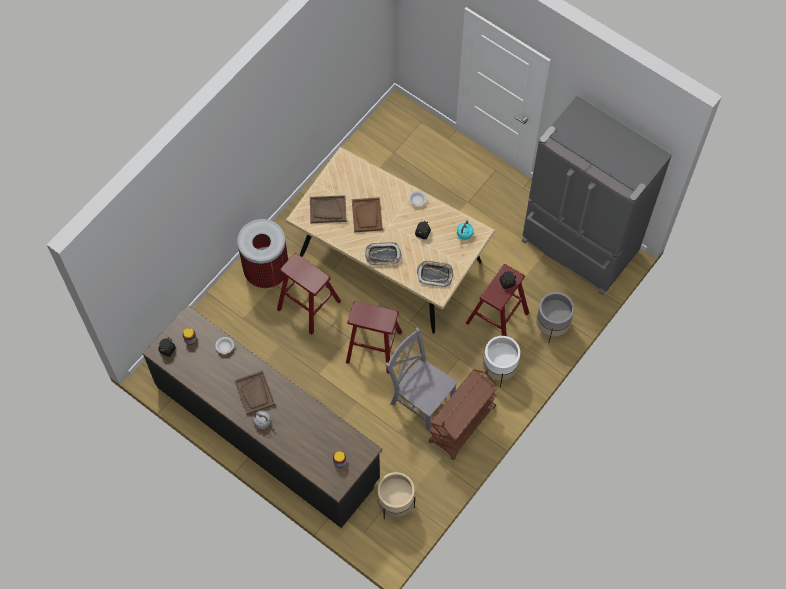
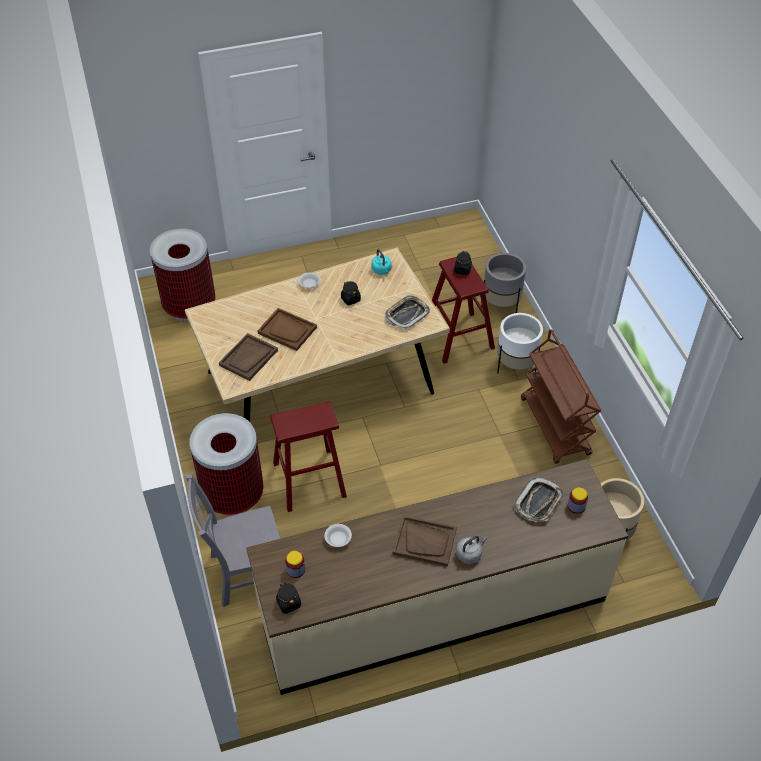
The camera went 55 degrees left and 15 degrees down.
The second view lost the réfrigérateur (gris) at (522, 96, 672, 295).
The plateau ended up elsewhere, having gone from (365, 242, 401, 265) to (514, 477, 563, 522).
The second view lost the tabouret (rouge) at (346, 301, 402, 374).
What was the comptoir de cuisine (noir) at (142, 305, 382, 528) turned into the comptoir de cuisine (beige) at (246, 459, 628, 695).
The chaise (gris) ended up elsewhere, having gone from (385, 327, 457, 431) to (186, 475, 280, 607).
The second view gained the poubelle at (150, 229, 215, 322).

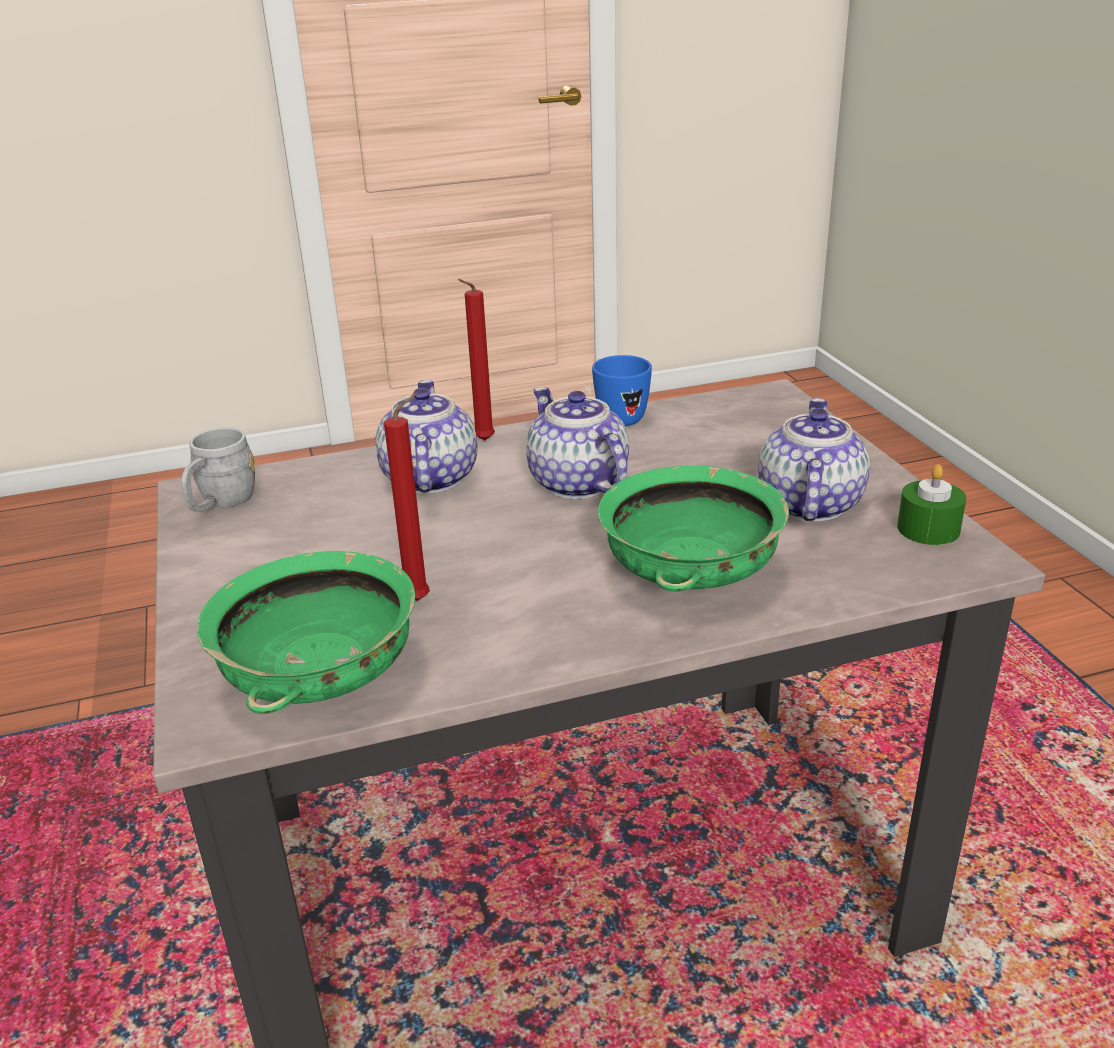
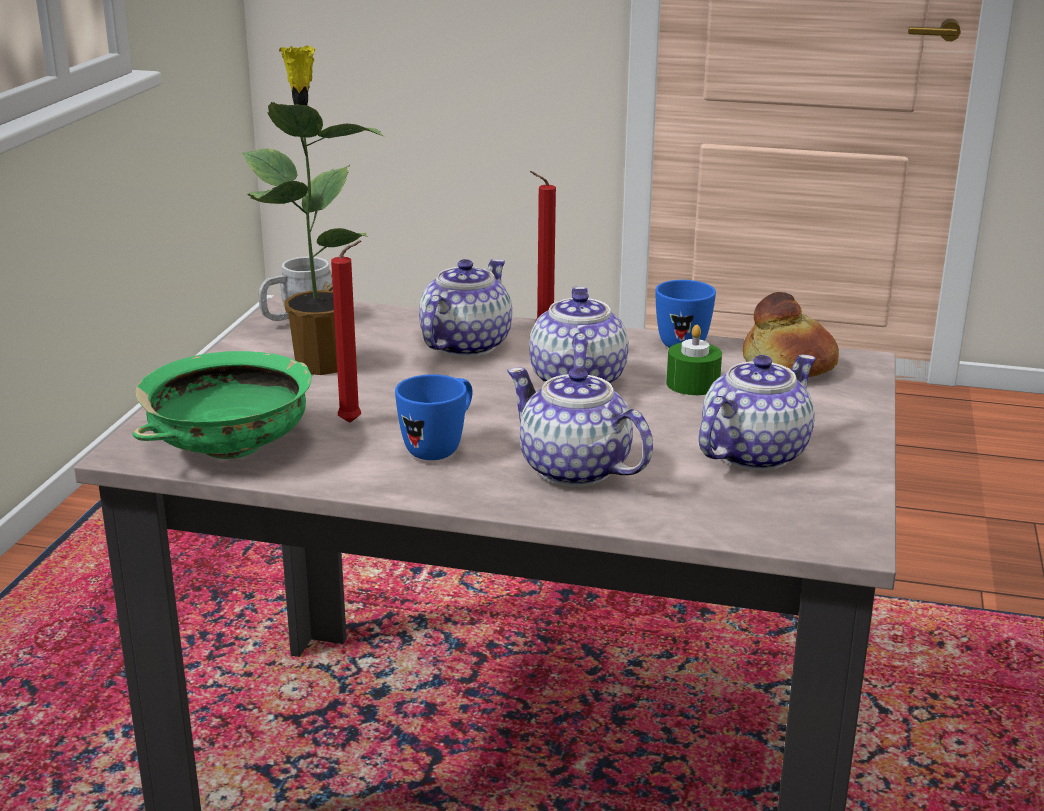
The camera went 30 degrees right and 5 degrees down.
The bougie (vert) ended up elsewhere, having gone from (897, 464, 966, 545) to (666, 325, 722, 395).
Where the bol (vert) stood at (598, 465, 789, 592), the théière came to stand at (507, 368, 653, 487).
The second view gained the plante en pot at (242, 46, 386, 375).
The second view gained the pain at (742, 292, 839, 377).
The second view gained the mug (bleu) at (395, 374, 473, 460).

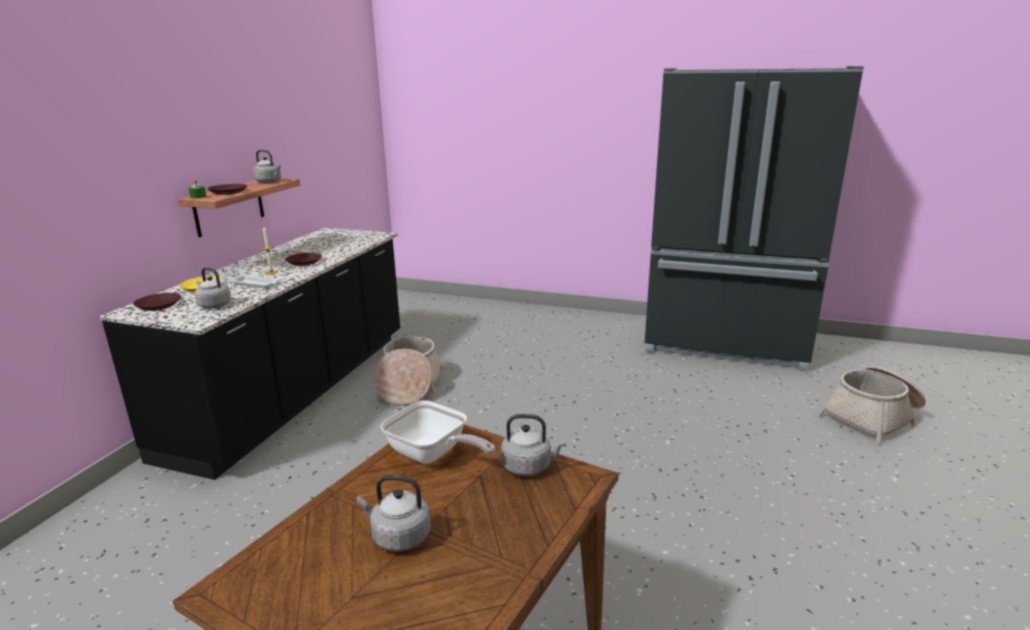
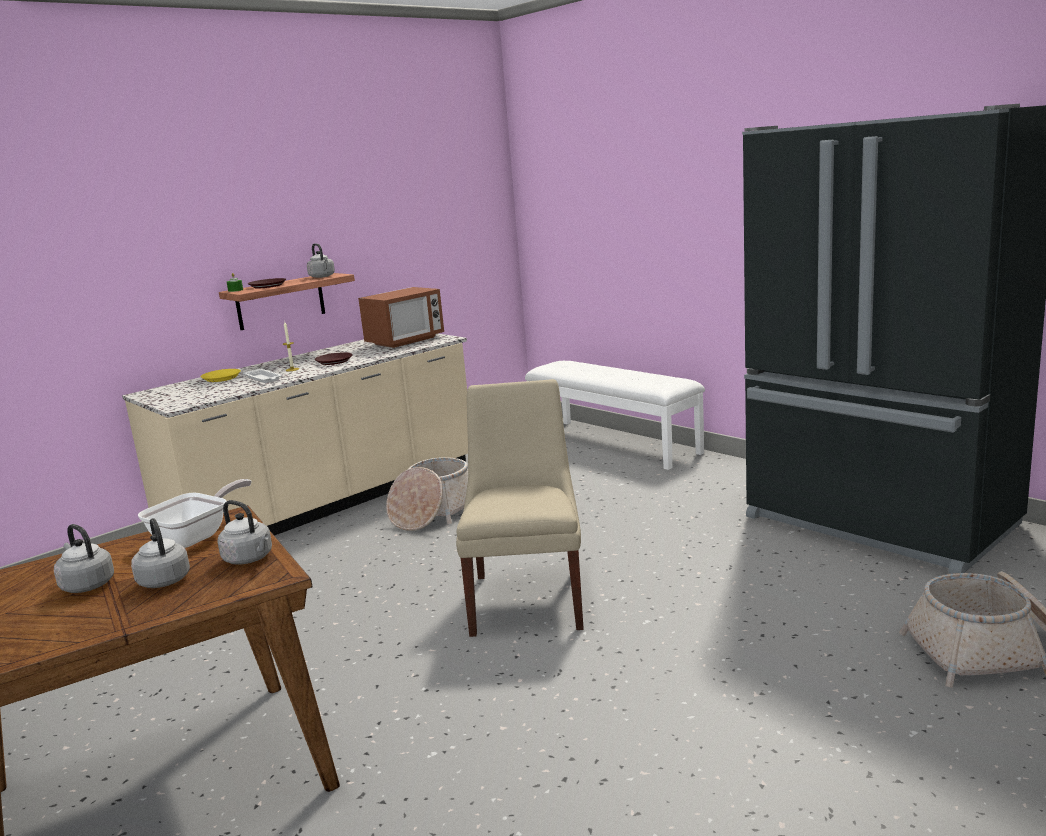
The camera went 30 degrees right and 5 degrees down.
What was the comptoir de cuisine (noir) at (99, 228, 400, 480) turned into the comptoir de cuisine (beige) at (122, 334, 468, 536).
The bouilloire (gris) ended up elsewhere, having gone from (195, 267, 231, 308) to (131, 518, 190, 588).
The second view lost the assiette (marron) at (133, 293, 181, 311).
The poêle at (380, 401, 495, 464) ended up facing another way, 120 degrees counterclockwise from before.
The second view gained the micro-ondes at (358, 287, 444, 348).
The second view gained the banc (blanc) at (525, 361, 705, 470).
The second view gained the chaise (beige) at (456, 379, 584, 637).

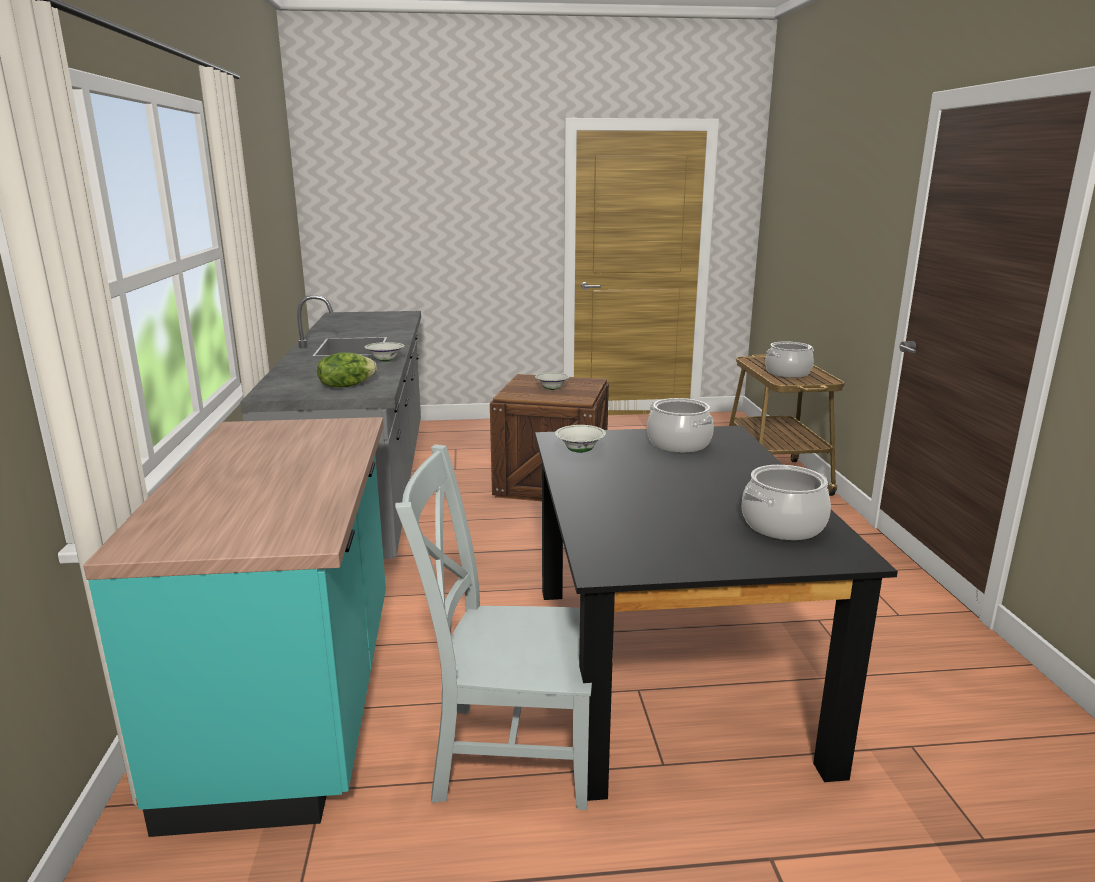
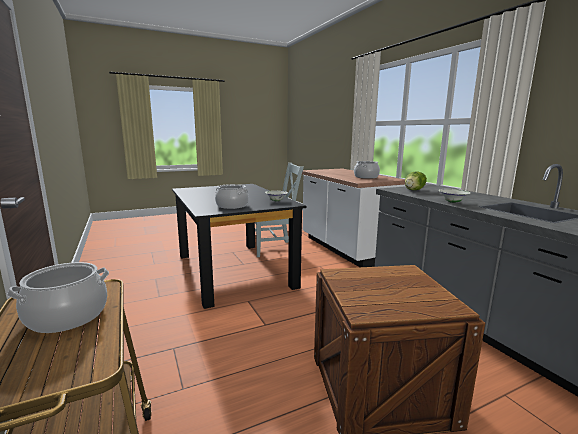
The camera went 160 degrees right and 5 degrees down.
The second view lost the bol (blanc) at (535, 372, 570, 390).
What was the comptoir de cuisine (turquoise) at (83, 417, 386, 837) turned into the comptoir de cuisine (blanc) at (302, 169, 405, 267).
The marmite ended up elsewhere, having gone from (742, 465, 831, 540) to (354, 161, 380, 179).

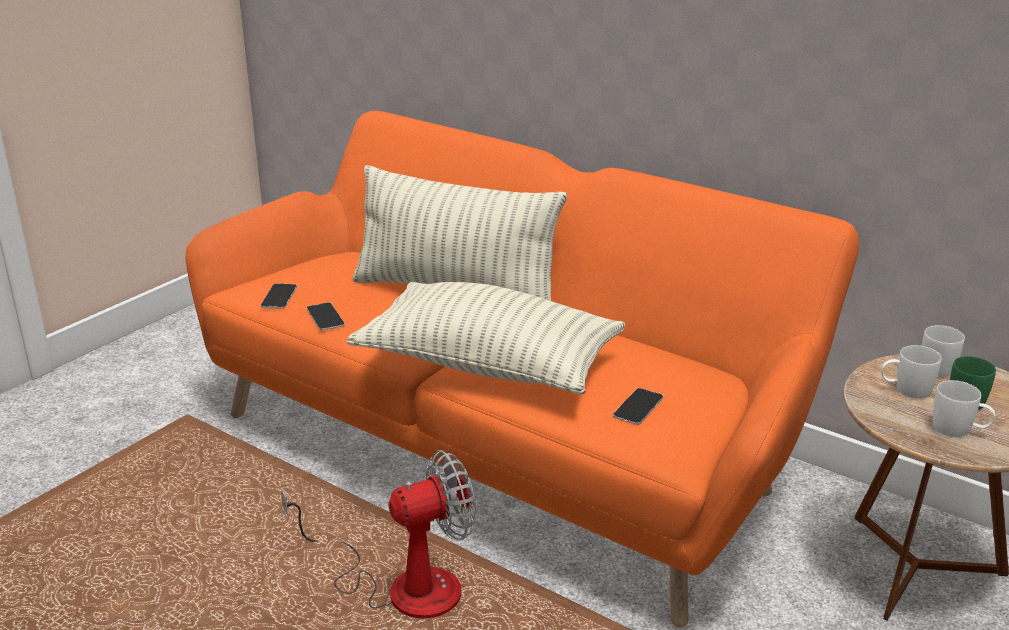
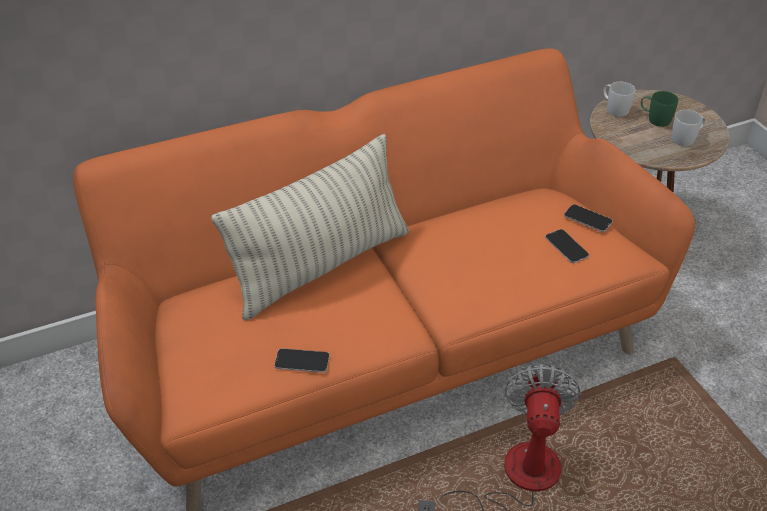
The camera went 60 degrees left and 15 degrees up.
The second view lost the coussin at (347, 282, 625, 395).
The téléphone ended up elsewhere, having gone from (261, 283, 297, 309) to (564, 204, 613, 232).
The second view lost the mug (blanc) at (881, 345, 942, 399).

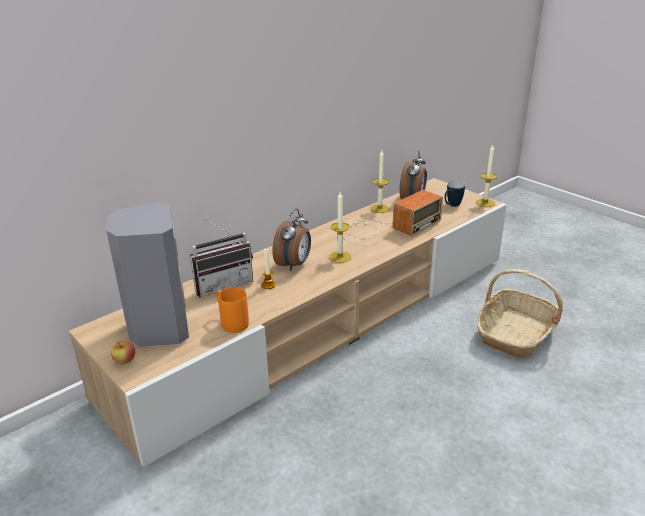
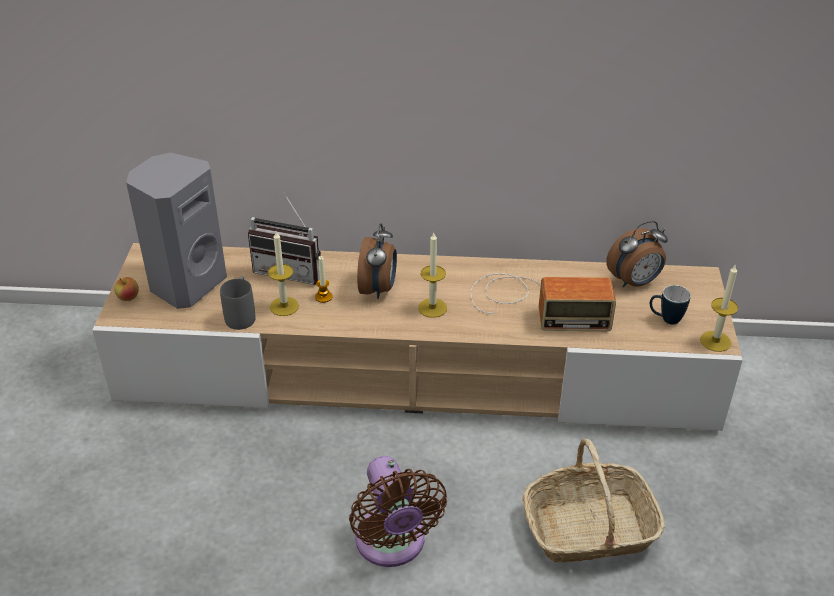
The camera went 45 degrees right and 10 degrees up.
The bougie ended up elsewhere, having gone from (370, 150, 390, 213) to (268, 231, 299, 316).
The réveil at (272, 209, 311, 271) ended up facing another way, 60 degrees counterclockwise from before.
What was the mug (orange) at (216, 287, 249, 333) turned into the mug (gris) at (220, 276, 256, 330).
The second view gained the ventilateur (marron) at (349, 456, 447, 567).

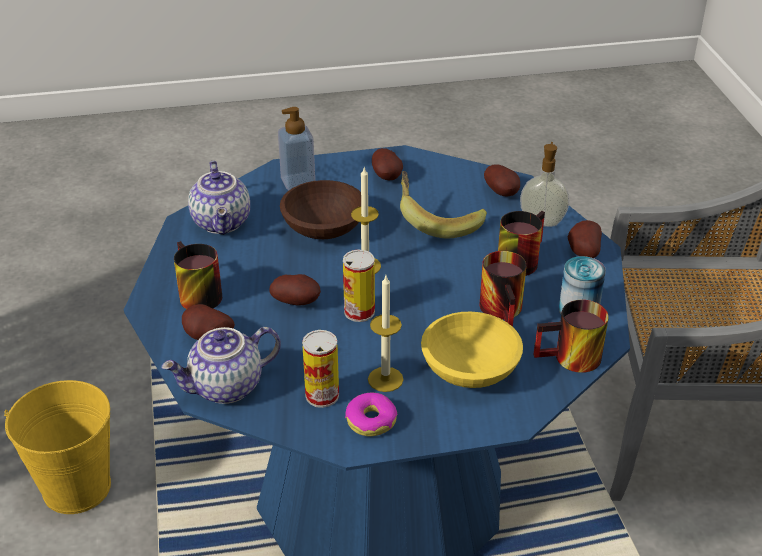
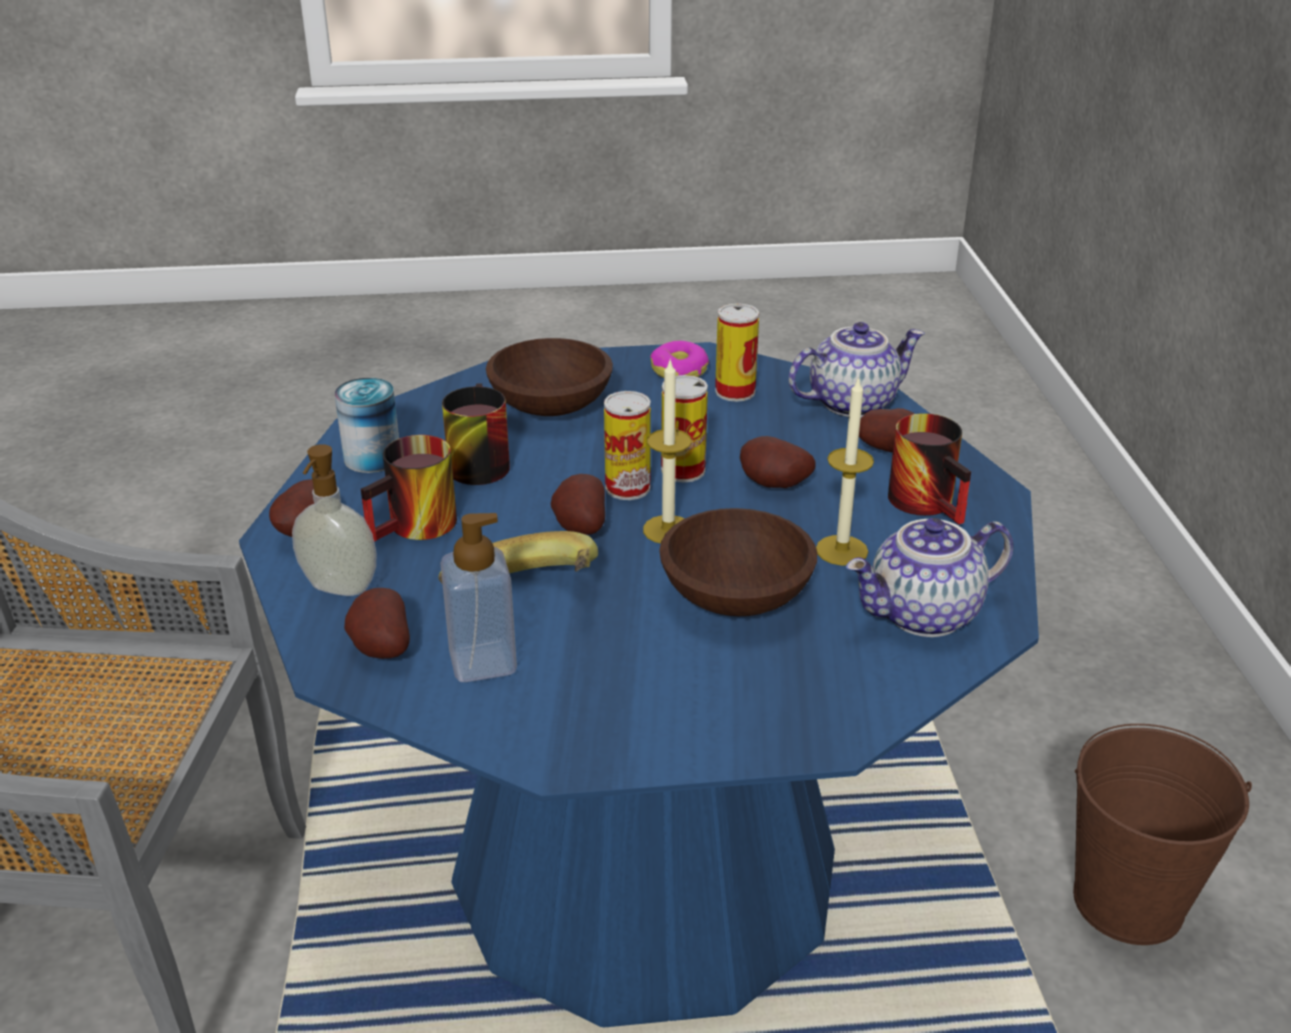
The camera went 175 degrees left and 5 degrees down.
The distributeur de savon ended up elsewhere, having gone from (278, 107, 315, 190) to (440, 513, 517, 682).
The pomme de terre ended up elsewhere, having gone from (372, 148, 403, 180) to (551, 474, 605, 535).
The théière at (188, 161, 250, 235) ended up facing another way, 105 degrees counterclockwise from before.
The bougie ended up elsewhere, having gone from (368, 276, 403, 392) to (816, 376, 874, 566).
The second view lost the mug at (534, 300, 609, 373).
What was the bol (jaune) at (421, 312, 523, 388) turned into the bol (marron) at (486, 338, 613, 416).
What was the seau (jaune) at (4, 380, 111, 514) turned into the seau (marron) at (1073, 724, 1252, 945).
The second view gained the boîte métallique at (604, 391, 651, 500).

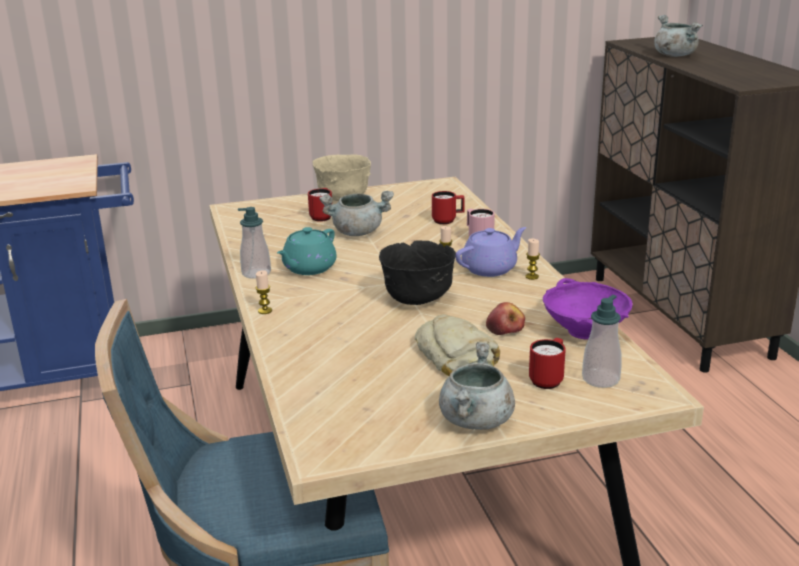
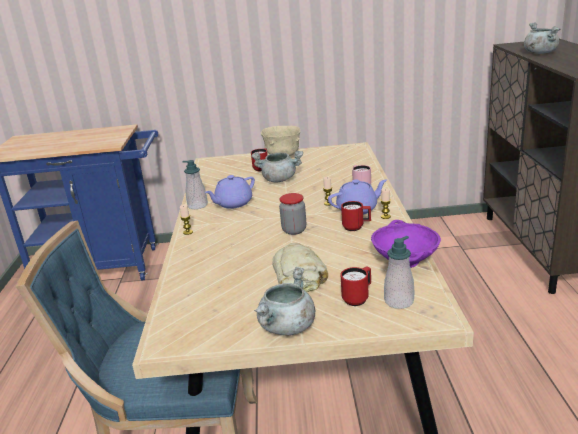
The camera went 15 degrees right and 0 degrees up.
The mug (rouge) ended up elsewhere, having gone from (432, 191, 465, 225) to (341, 201, 371, 231).
What was the théière (turquoise) at (277, 227, 337, 275) turned into the théière (violet) at (205, 175, 255, 209).
Where the bol (noir) stood at (379, 240, 456, 305), the bocal came to stand at (279, 193, 306, 235).
The second view lost the pomme at (486, 302, 525, 335).

